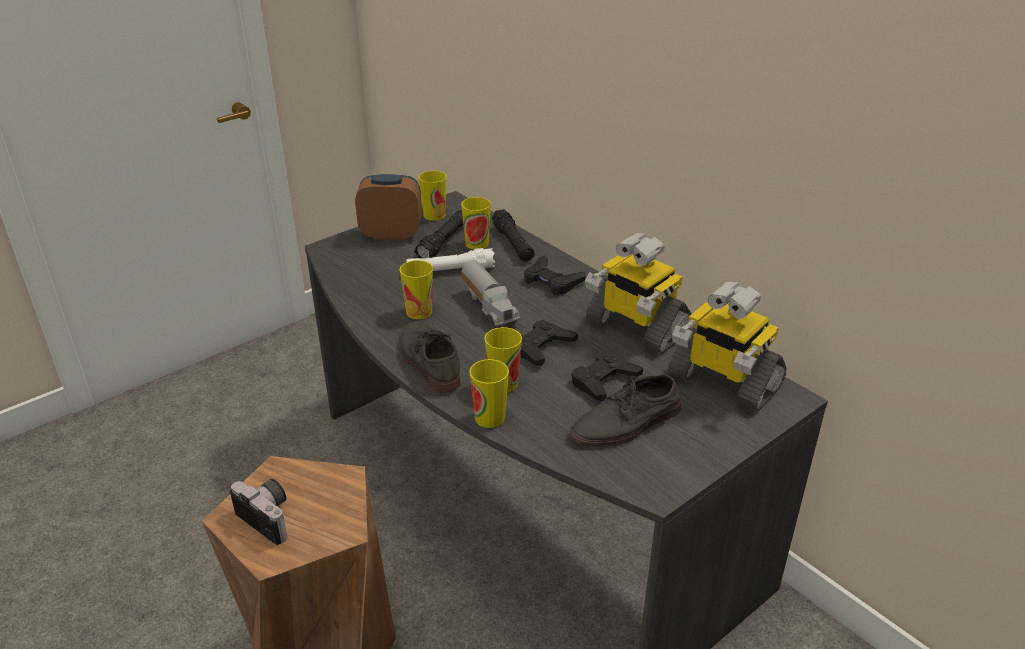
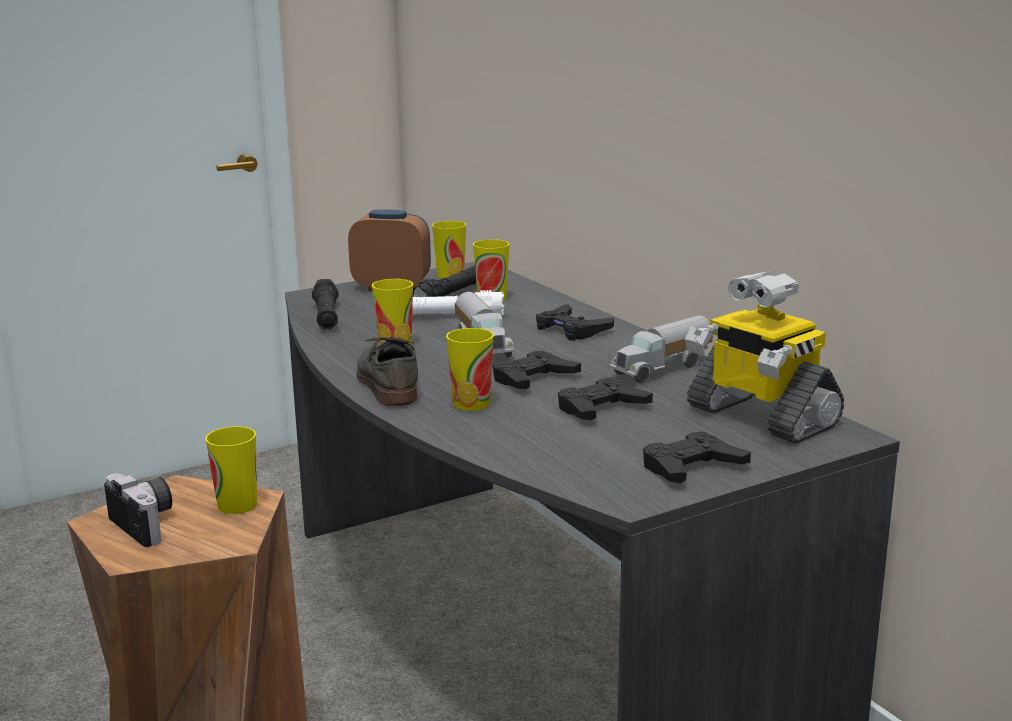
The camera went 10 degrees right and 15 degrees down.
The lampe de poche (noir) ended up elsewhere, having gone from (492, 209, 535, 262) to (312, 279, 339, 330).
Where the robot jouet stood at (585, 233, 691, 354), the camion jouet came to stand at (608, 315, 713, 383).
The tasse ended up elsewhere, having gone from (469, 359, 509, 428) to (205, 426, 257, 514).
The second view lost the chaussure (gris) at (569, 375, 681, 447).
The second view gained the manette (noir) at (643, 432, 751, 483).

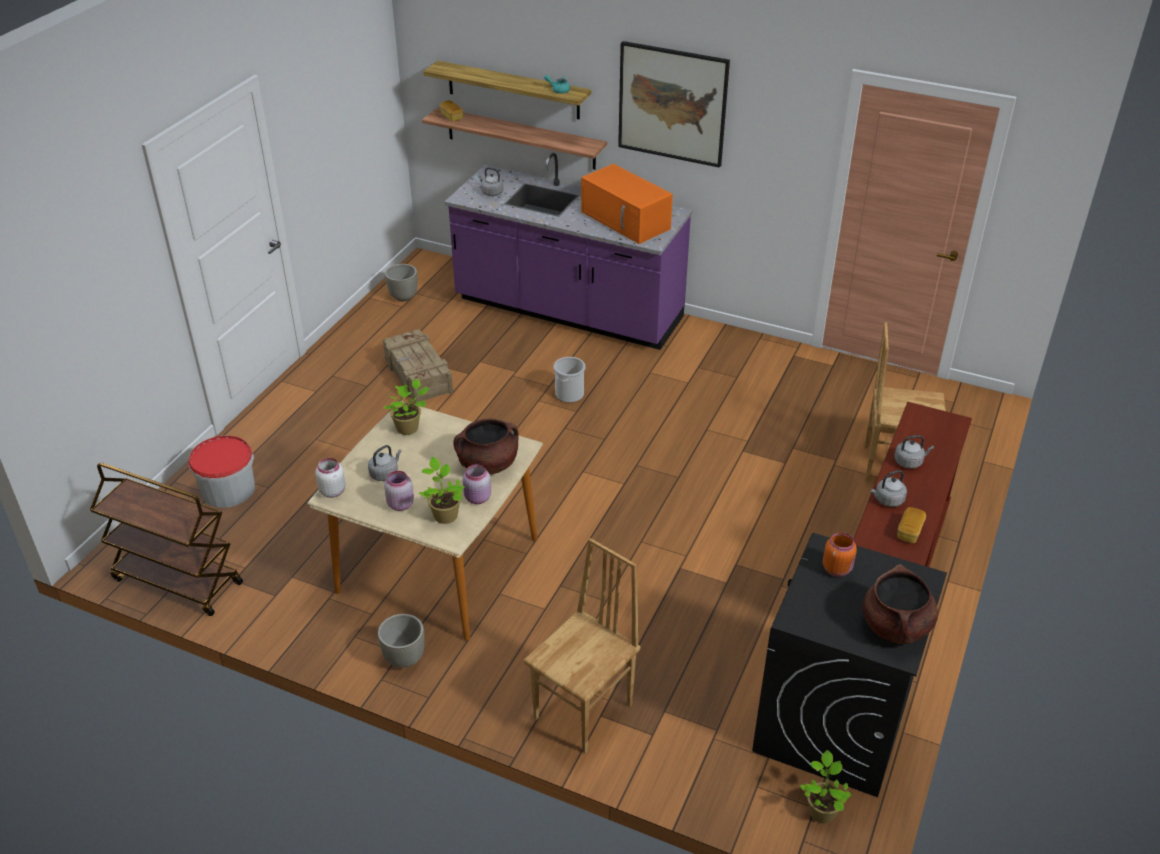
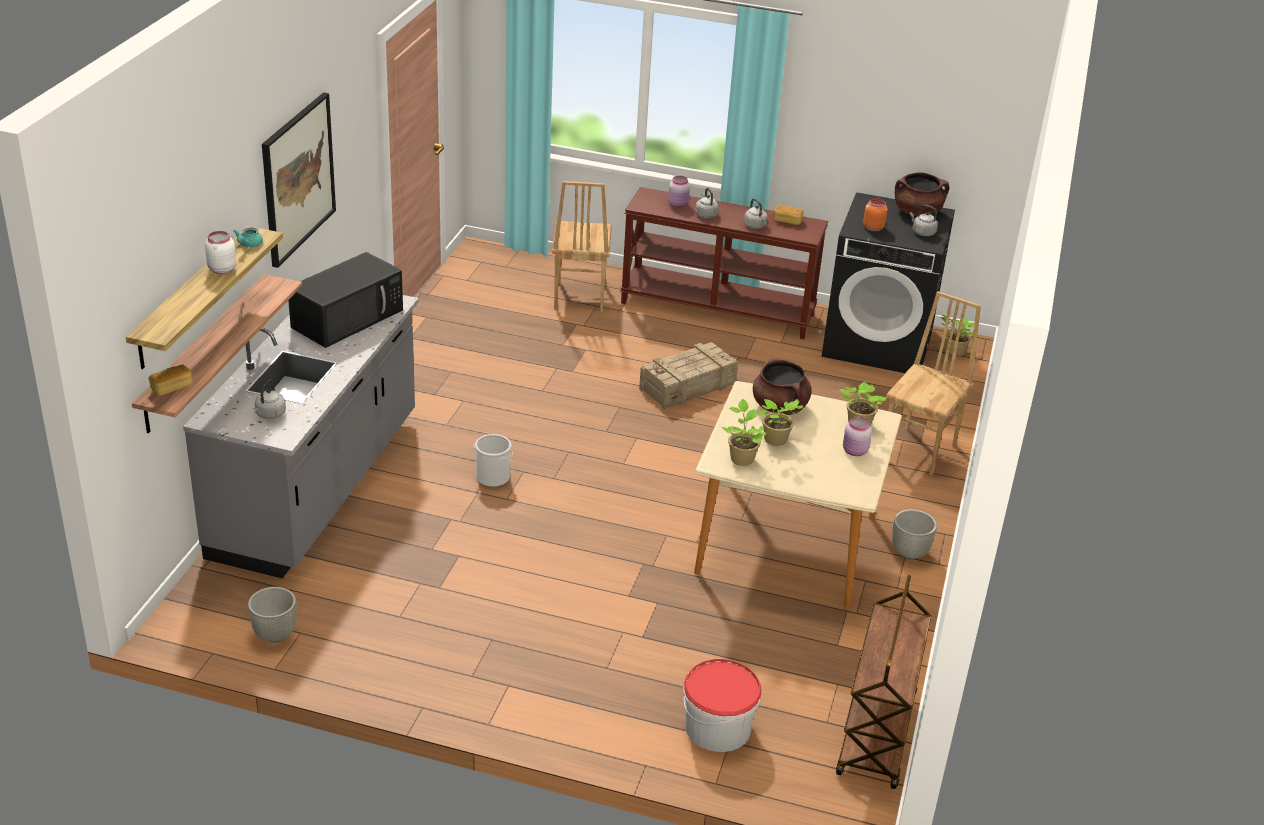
The camera went 100 degrees left and 5 degrees down.
What was the comptoir de cuisine (violet) at (444, 153, 692, 350) turned into the comptoir de cuisine (gris) at (183, 295, 419, 579).
What was the micro-ondes (orange) at (581, 164, 673, 244) turned into the micro-ondes (noir) at (288, 252, 403, 348).
The caisse ended up elsewhere, having gone from (383, 329, 453, 403) to (639, 342, 738, 410).
The bouilloire (gris) ended up elsewhere, having gone from (368, 445, 402, 481) to (910, 205, 938, 236).
The bocal (blanc) ended up elsewhere, having gone from (315, 458, 345, 498) to (205, 231, 236, 274).
The bocal (rose) ended up elsewhere, having gone from (463, 464, 491, 504) to (668, 176, 690, 208).
The chaise (marron) at (524, 538, 640, 753) ended up facing another way, 90 degrees clockwise from before.
The second view gained the plante en pot at (758, 399, 804, 446).

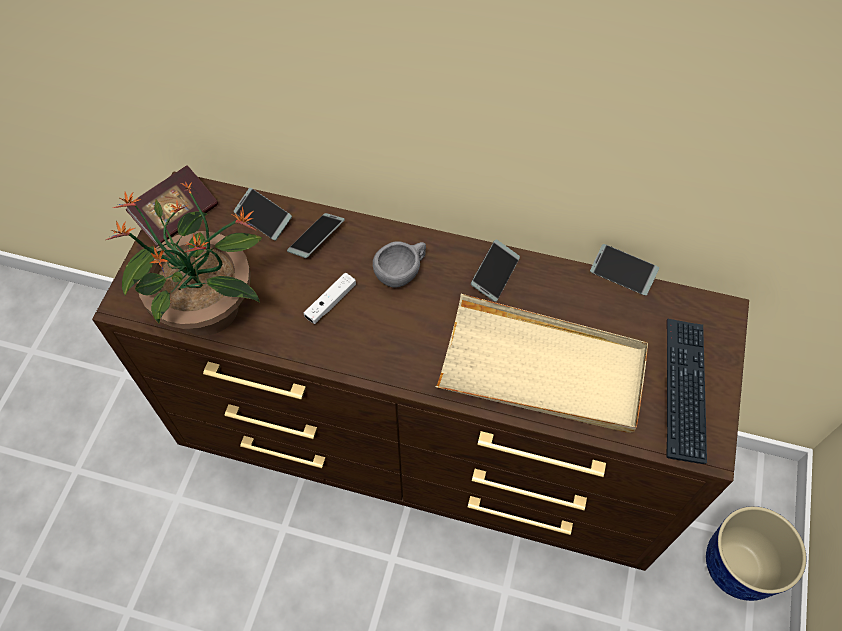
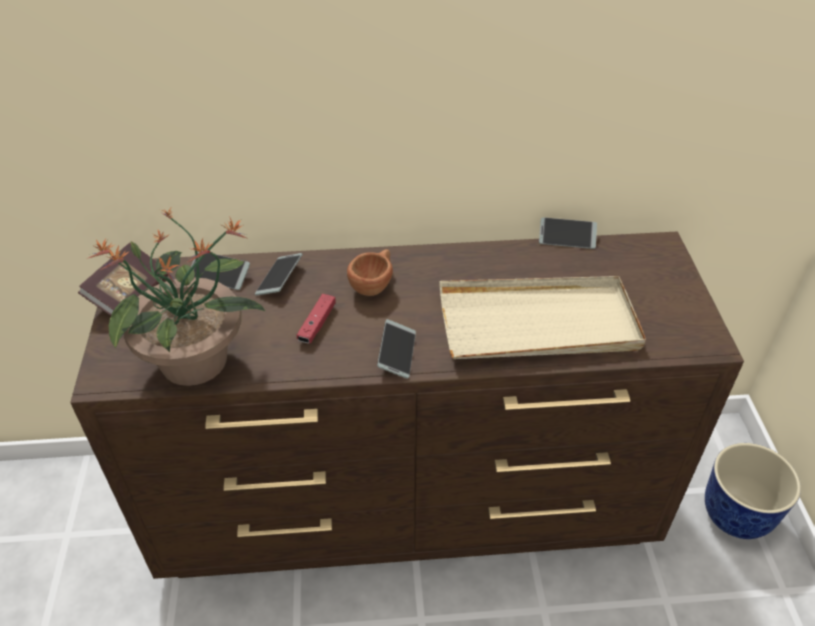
The camera went 20 degrees left and 15 degrees down.
The téléphone ended up elsewhere, having gone from (471, 239, 520, 302) to (377, 319, 416, 379).
What was the tasse (gris) at (373, 241, 426, 288) turned into the tasse (marron) at (347, 249, 393, 296).
What was the manette (blanc) at (304, 273, 356, 324) turned into the manette (rouge) at (297, 294, 336, 343).
The second view lost the clavier at (666, 318, 707, 464).

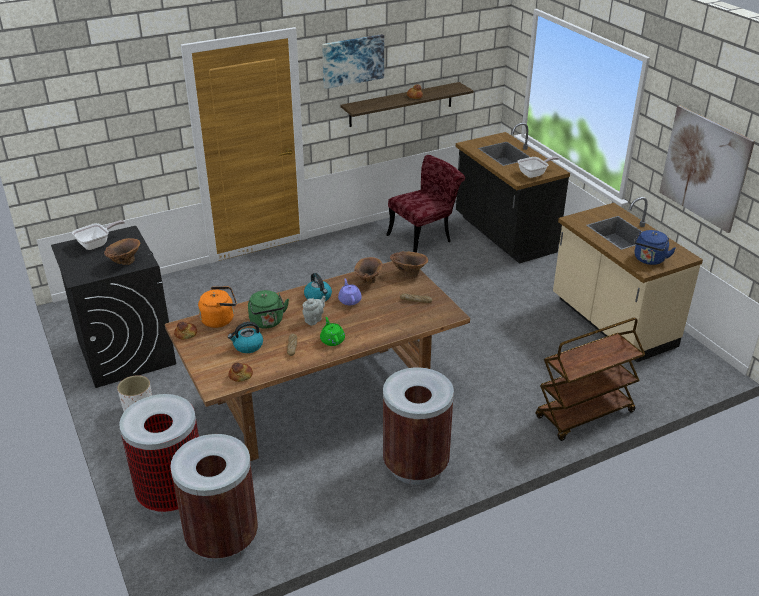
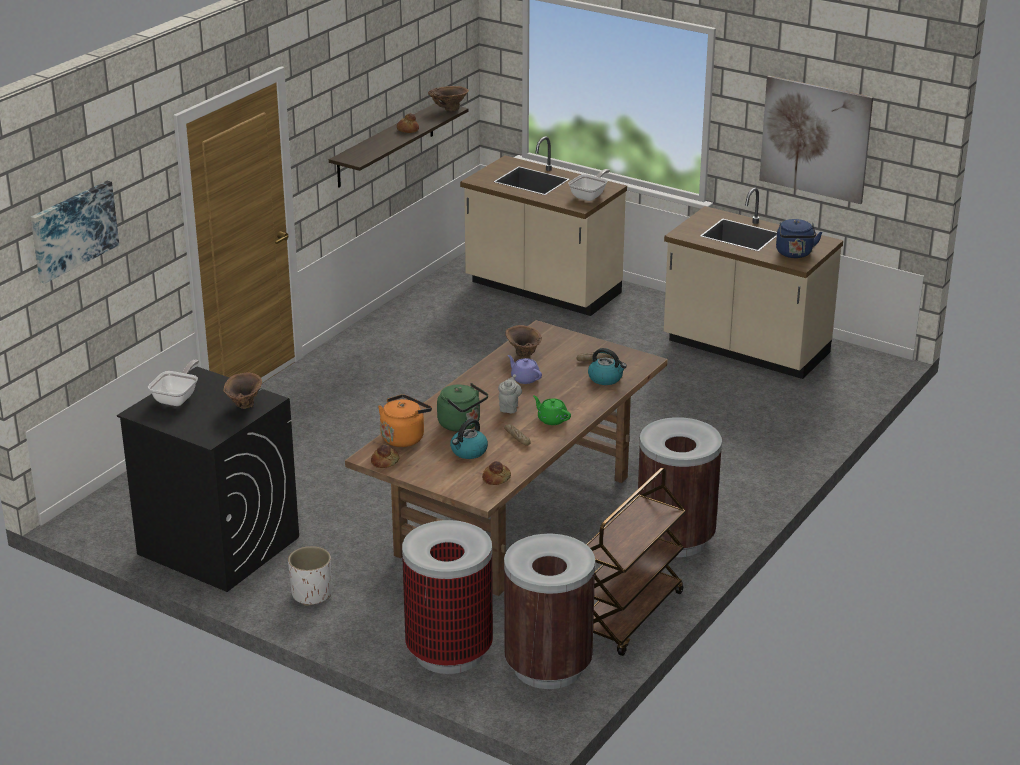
The camera went 30 degrees left and 5 degrees down.
The tableau ended up elsewhere, having gone from (322, 34, 384, 89) to (30, 181, 119, 284).
What was the comptoir de cuisine (noir) at (456, 123, 570, 264) turned into the comptoir de cuisine (beige) at (460, 136, 627, 316).
The second view lost the chaise (rouge) at (386, 155, 465, 253).
The vase (marron) ended up elsewhere, having gone from (390, 251, 428, 277) to (428, 86, 469, 111).
The bouilloire ended up elsewhere, having gone from (304, 273, 332, 301) to (588, 348, 627, 385).
The chariot (marron) ended up elsewhere, having gone from (535, 317, 645, 441) to (586, 468, 686, 656).

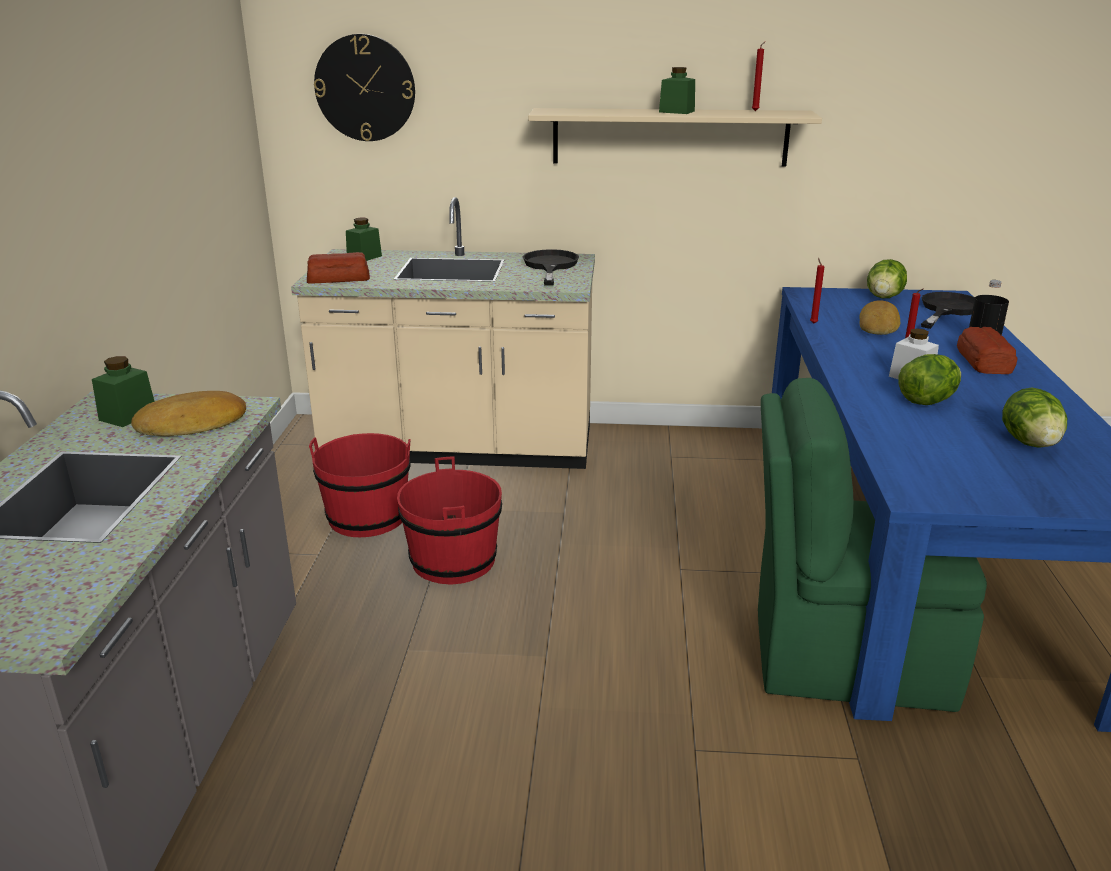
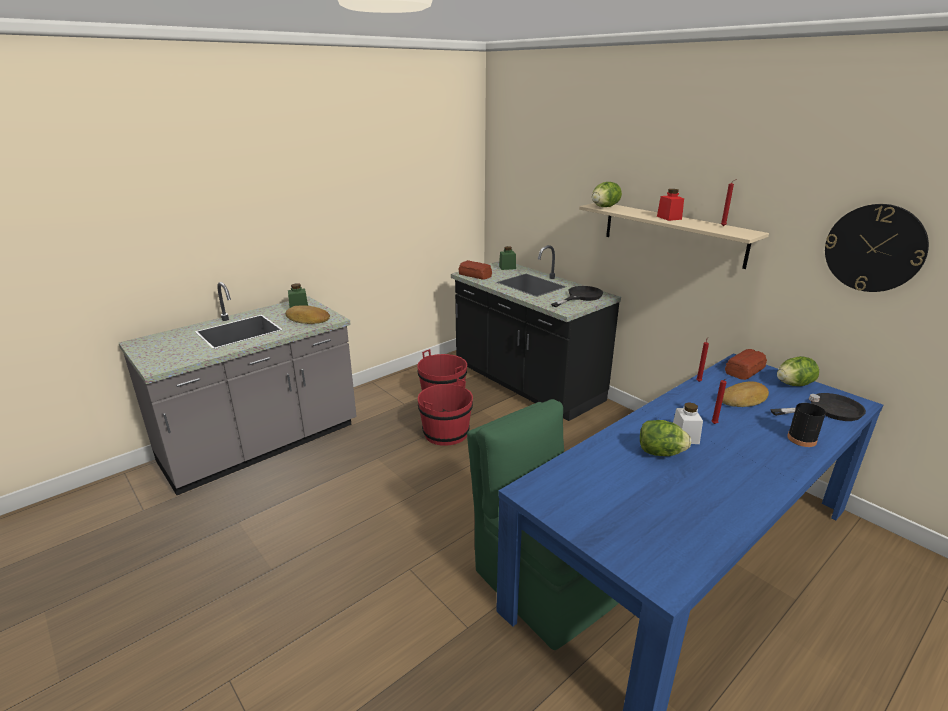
The camera went 45 degrees right and 0 degrees up.
The horloge murale ended up elsewhere, having gone from (314, 34, 415, 141) to (825, 204, 929, 292).
What was the bocal (vert) at (659, 67, 695, 114) turned into the bocal (rouge) at (657, 189, 684, 221).
What was the comptoir de cuisine (beige) at (291, 197, 595, 469) turned into the comptoir de cuisine (noir) at (451, 245, 621, 421).
The pain ended up elsewhere, having gone from (957, 327, 1018, 374) to (725, 349, 767, 380).
The laitue ended up elsewhere, having gone from (1002, 387, 1067, 448) to (592, 182, 622, 207).

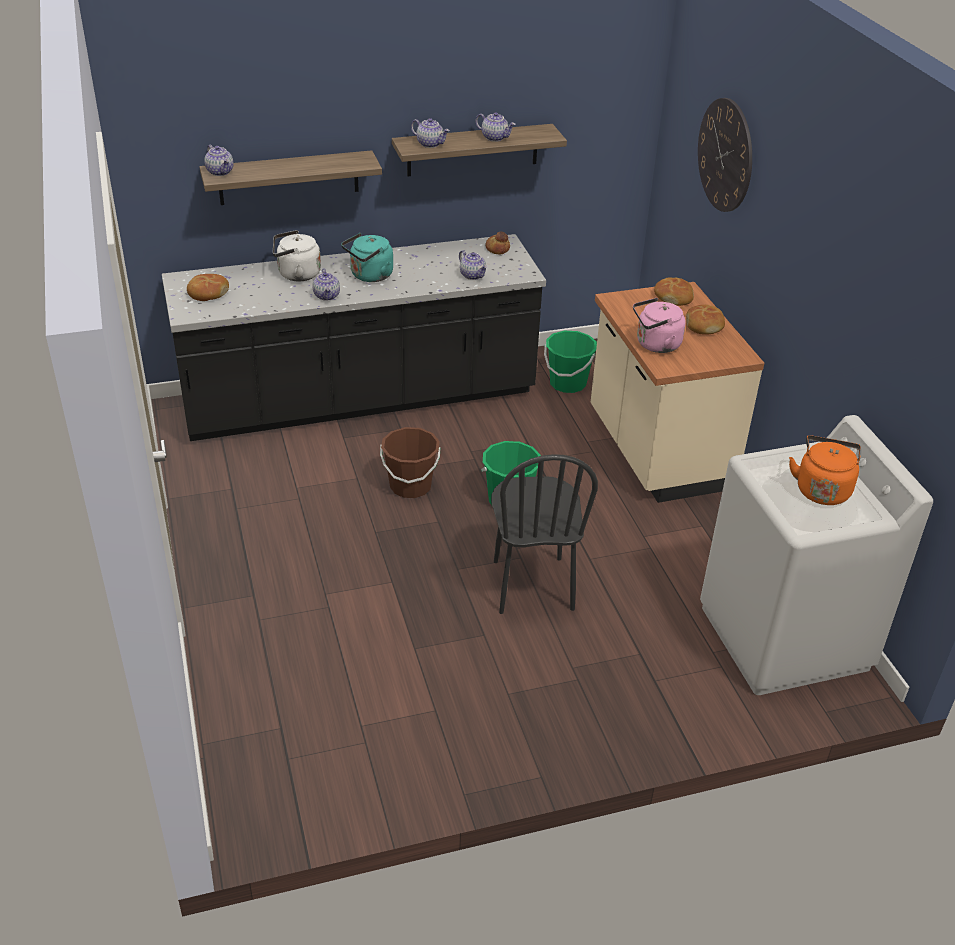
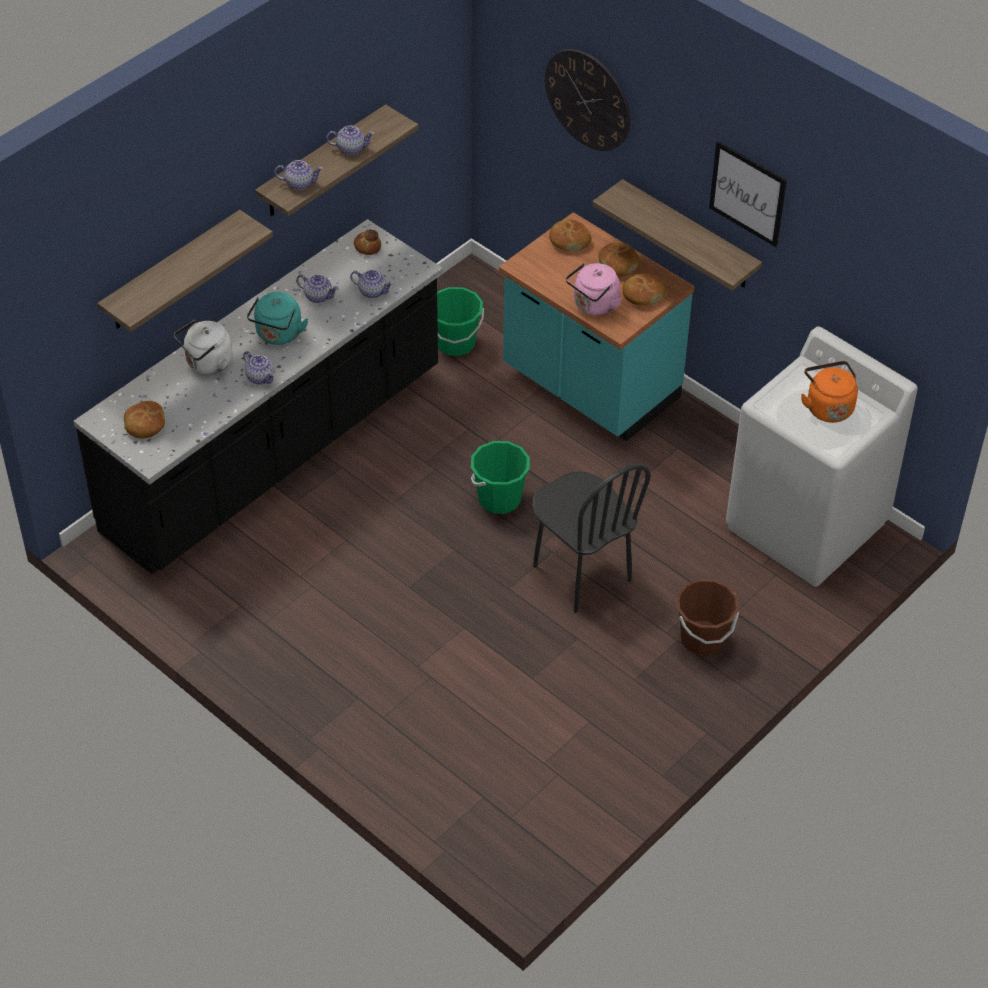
The camera went 30 degrees left and 10 degrees up.
The théière ended up elsewhere, having gone from (204, 145, 233, 176) to (296, 274, 339, 303).
What was the comptoir de cuisine (beige) at (591, 282, 764, 503) turned into the comptoir de cuisine (turquoise) at (499, 212, 694, 441).
The seau (marron) ended up elsewhere, having gone from (380, 427, 440, 498) to (676, 579, 739, 656).
The second view gained the tableau at (709, 141, 787, 247).
The second view gained the étagère at (592, 179, 762, 291).
The second view gained the pain at (622, 273, 666, 305).

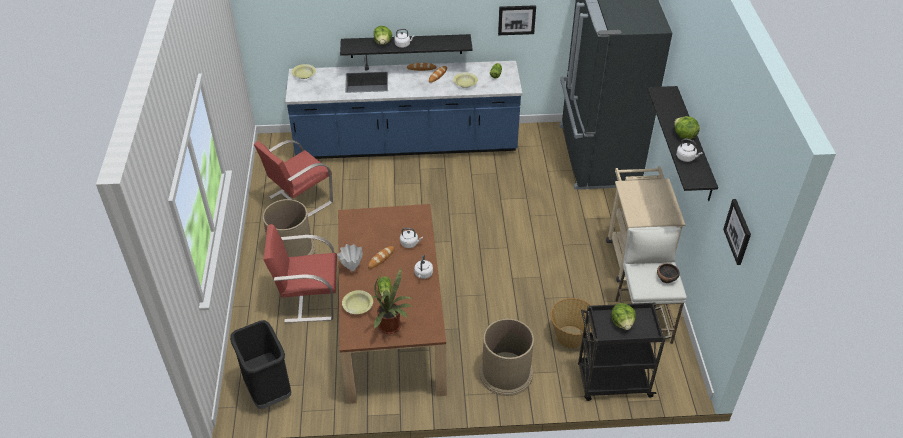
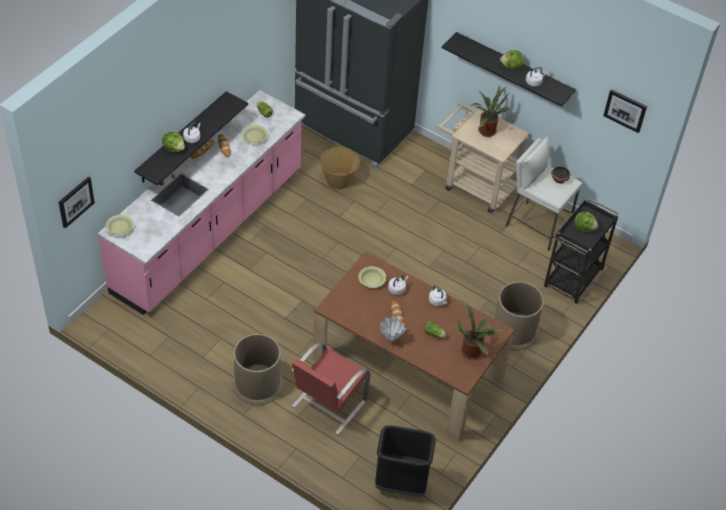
The camera went 55 degrees left and 5 degrees up.
The tableau ended up elsewhere, having gone from (498, 5, 536, 35) to (59, 177, 95, 228).
What was the comptoir de cuisine (bleu) at (285, 55, 522, 159) turned into the comptoir de cuisine (rose) at (98, 90, 305, 315).
The second view lost the chaise (rouge) at (254, 140, 333, 217).
The bol (jaune) ended up elsewhere, having gone from (342, 290, 373, 314) to (358, 266, 386, 288).
The panier ended up elsewhere, having gone from (551, 298, 592, 348) to (320, 147, 360, 190).
The second view gained the plante en pot at (470, 85, 510, 137).

